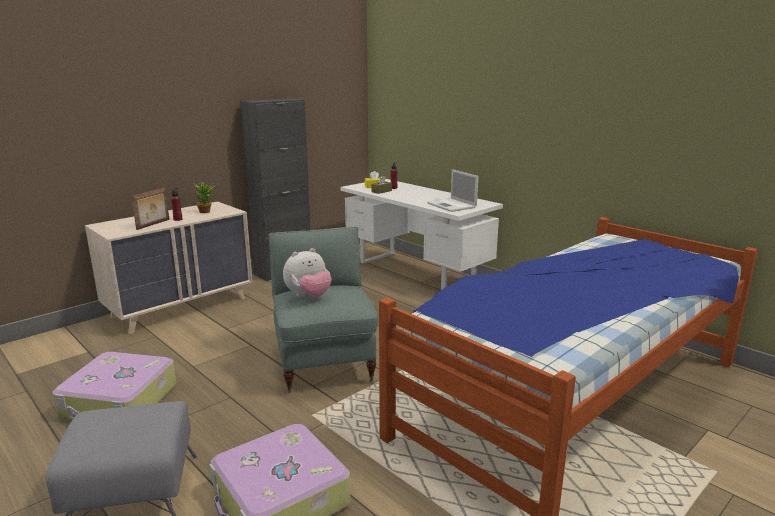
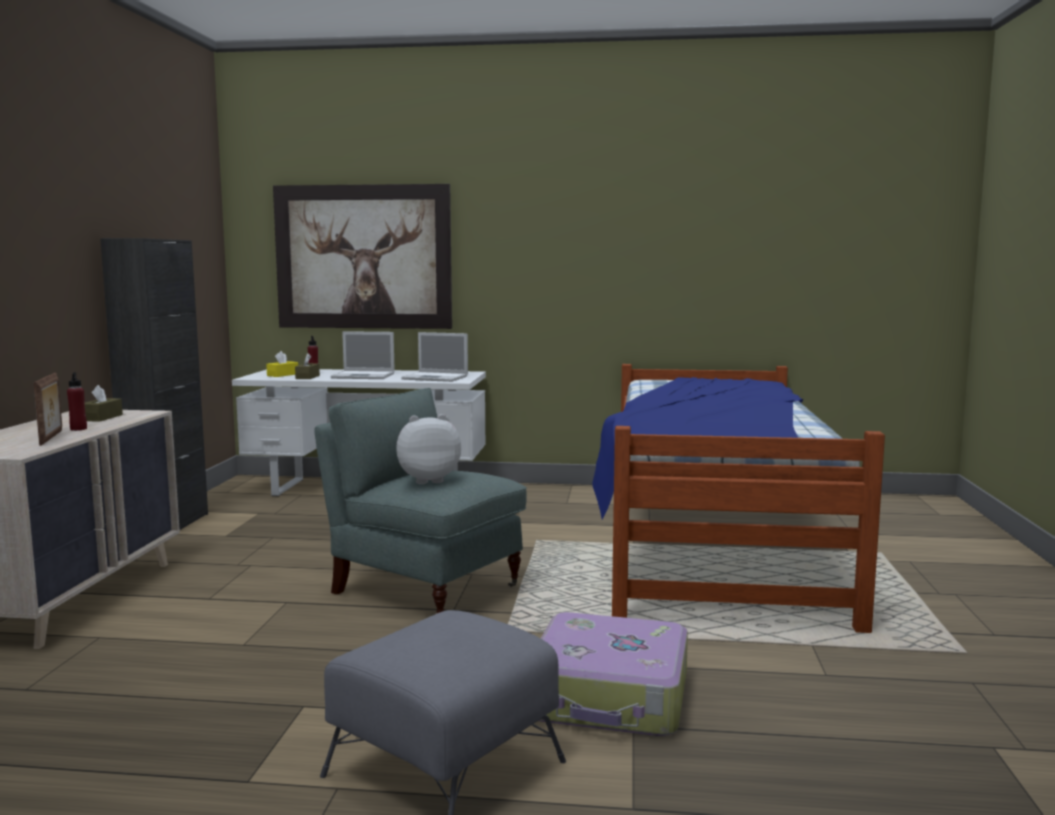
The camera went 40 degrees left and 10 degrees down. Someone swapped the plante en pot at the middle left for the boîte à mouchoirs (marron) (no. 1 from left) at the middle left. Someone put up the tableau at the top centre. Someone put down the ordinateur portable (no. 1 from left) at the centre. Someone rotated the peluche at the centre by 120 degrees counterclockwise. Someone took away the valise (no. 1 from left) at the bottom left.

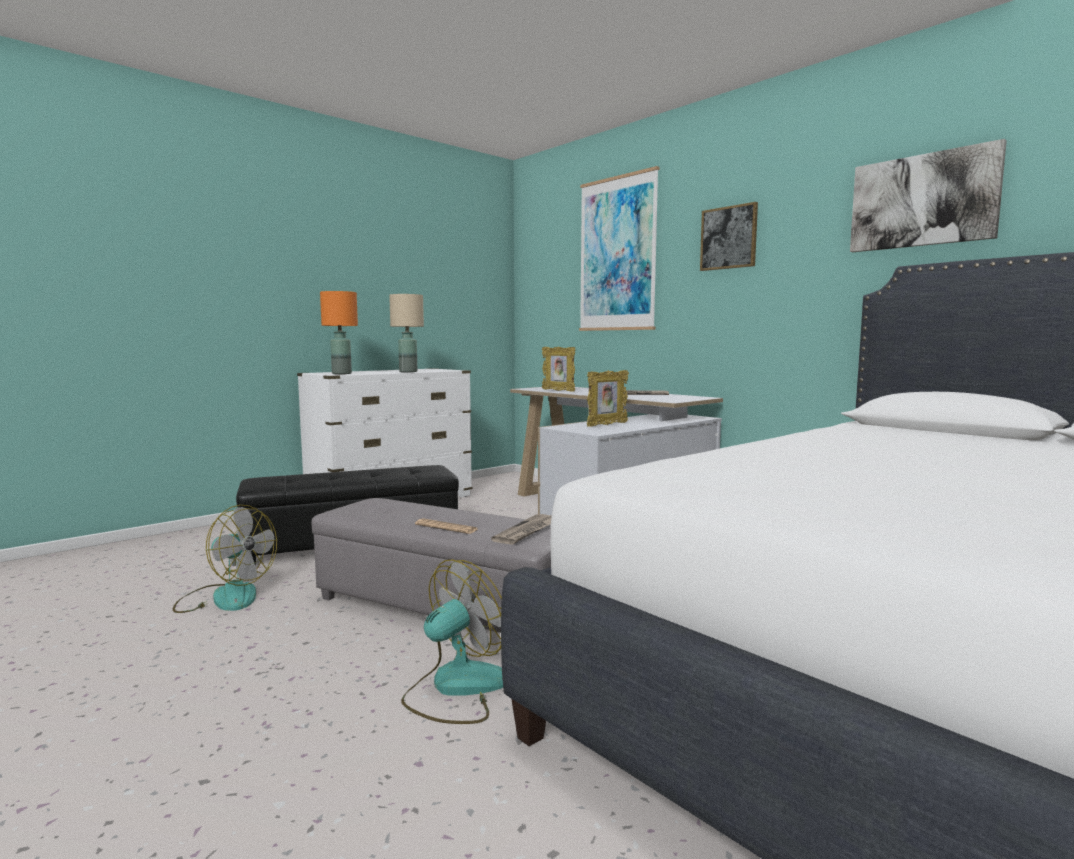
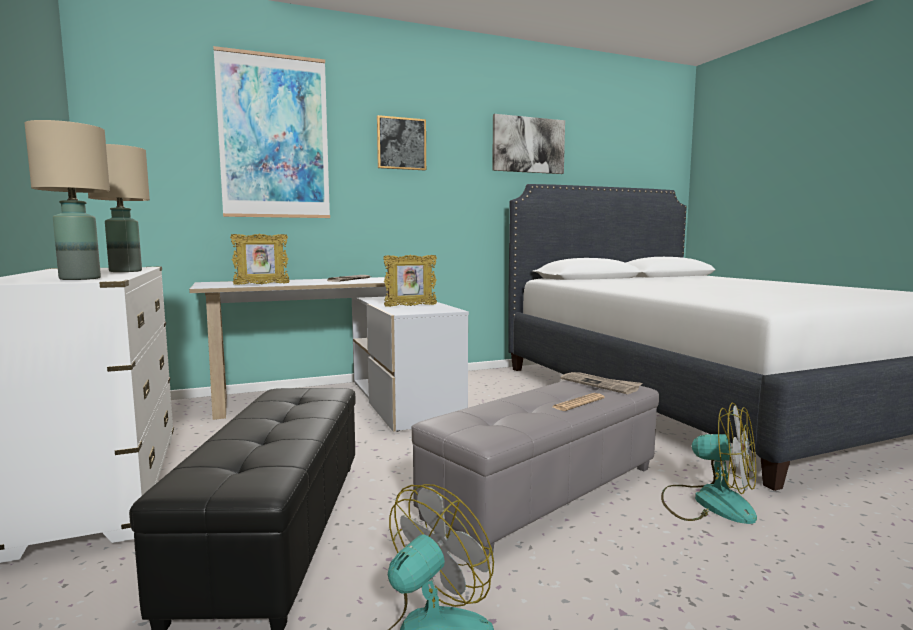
The camera went 70 degrees left and 0 degrees up. Someone repainted the lampe de table (orange) at the middle left, which became the lampe de table (beige) (no. 1 from left) at the top left. Someone rotated the cadre photo (no. 2 from left) at the centre by 90 degrees clockwise. Someone rotated the ventilateur (no. 2 from left) at the bottom centre by 150 degrees clockwise.

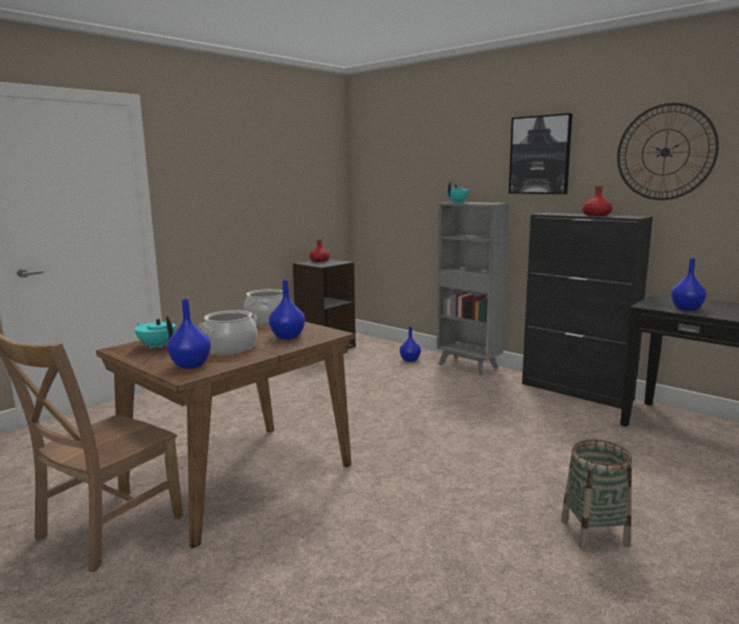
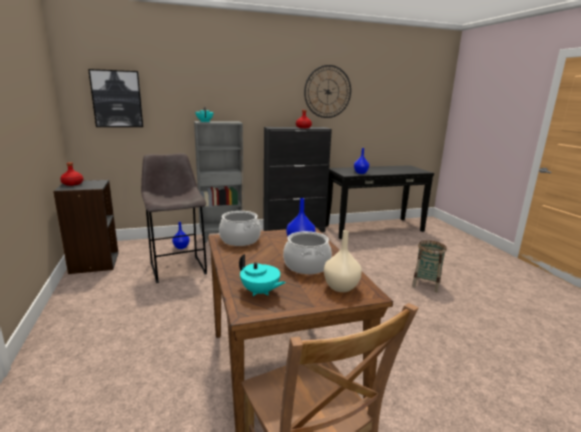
The camera went 60 degrees left and 5 degrees up. Someone carried the tableau from the top right to the top left. Someone put down the tabouret (gris) at the middle left. Someone rotated the théière (turquoise) (no. 1 from left in the first image) at the middle left by 120 degrees counterclockwise. Someone repainted the vase (bleu) (no. 1 from left) at the middle left, which became the vase (beige) at the centre.

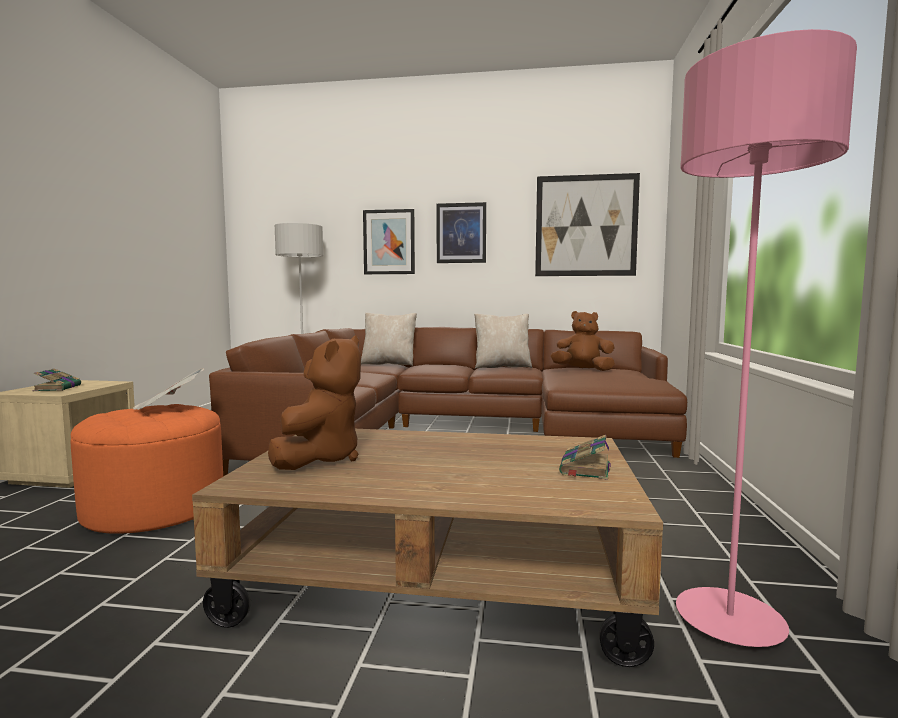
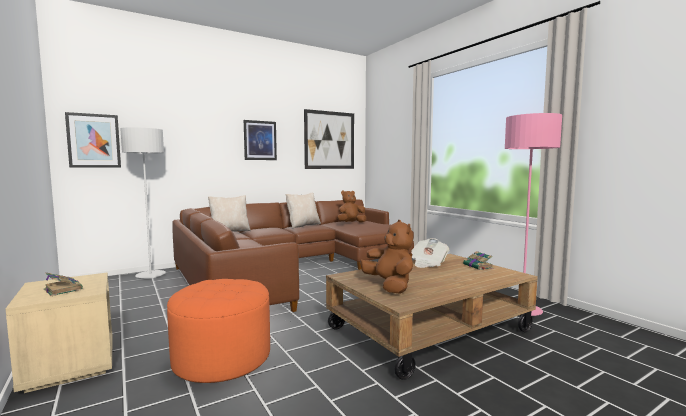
The camera went 40 degrees left and 0 degrees up. Someone carried the tableau (no. 1 from left) from the centre to the middle left. Someone carried the journal from the middle left to the centre.

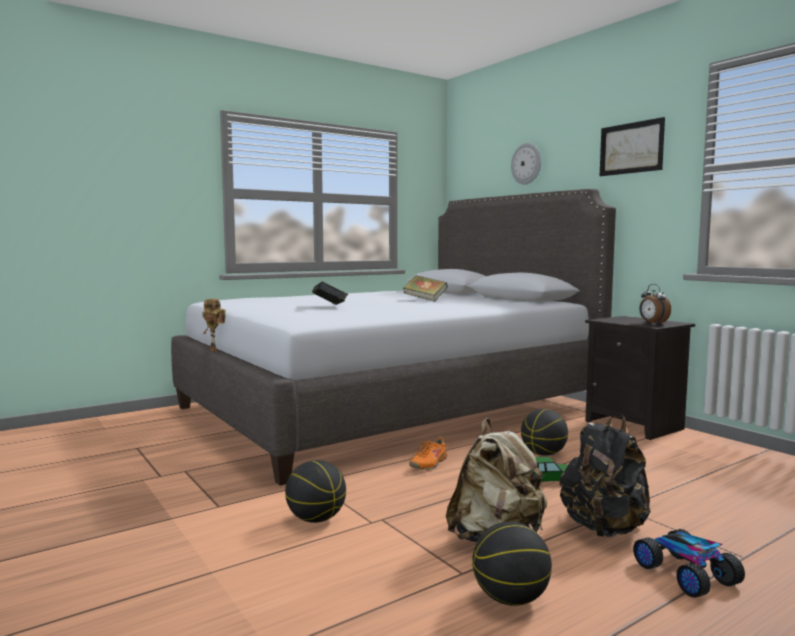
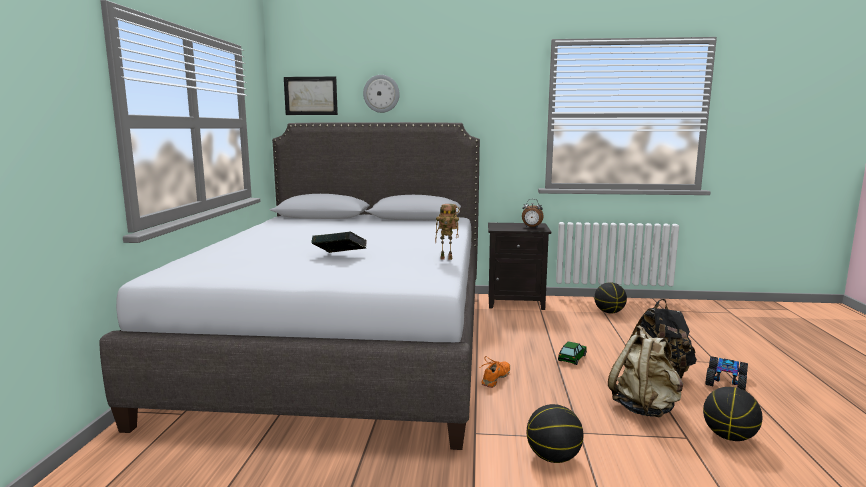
The camera went 50 degrees left and 5 degrees up. Someone carried the tableau from the top right to the top centre. Someone carried the robot jouet from the middle left to the centre. Someone rotated the chaussure (orange) at the bottom centre by 135 degrees counterclockwise. Someone carried the ballon de basket (no. 3 from left in the first image) from the bottom right to the middle right. Someone rotated the petite voiture (no. 2 from left) at the bottom right by 105 degrees clockwise. Someone took away the livre (no. 2 from left) at the centre.

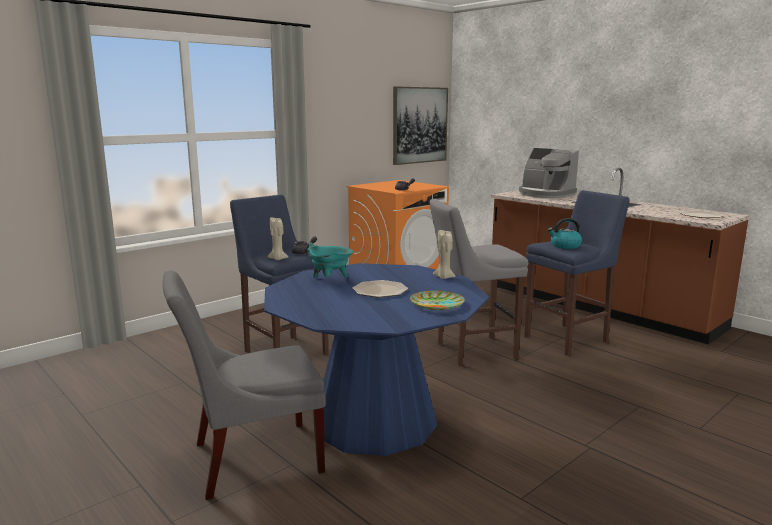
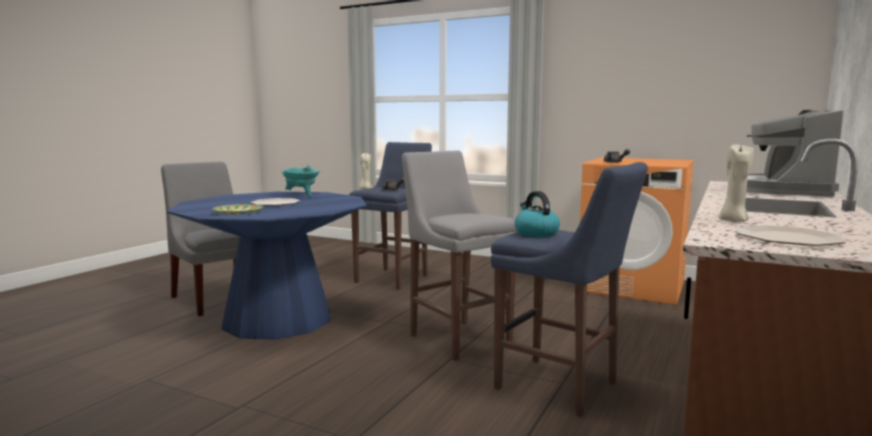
The camera went 70 degrees right and 5 degrees down. Someone carried the bougie (beige) (no. 2 from left) from the centre to the middle right. Someone took away the tableau at the top centre.

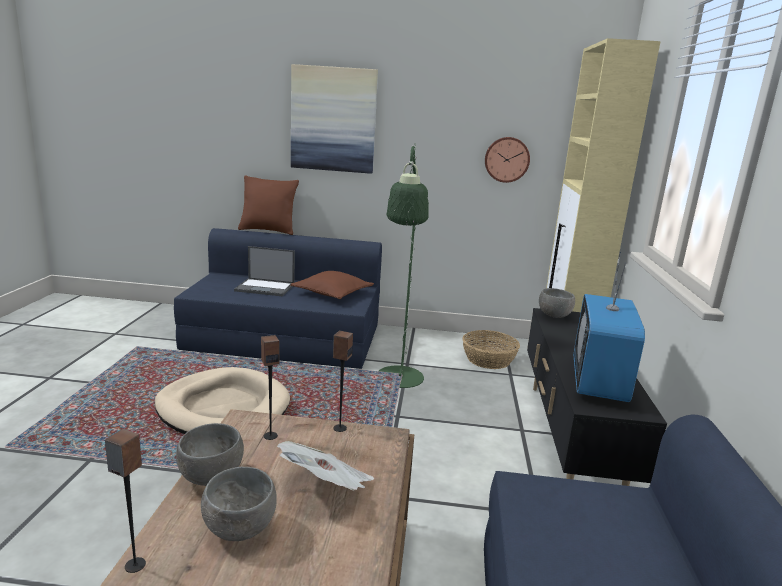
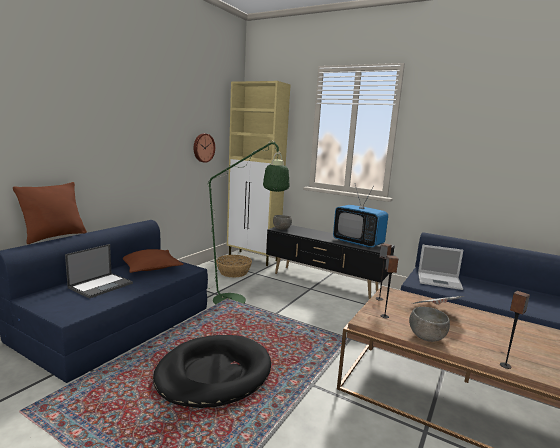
The camera went 65 degrees left and 5 degrees down. Someone repainted the panier pour chien (beige) at the bottom left, which became the panier pour chien (noir) at the bottom centre. Someone put down the ordinateur portable (no. 2 from left) at the middle right. Someone took away the bol (gris) (no. 2 from left) at the bottom left. Someone took away the tableau at the top centre.

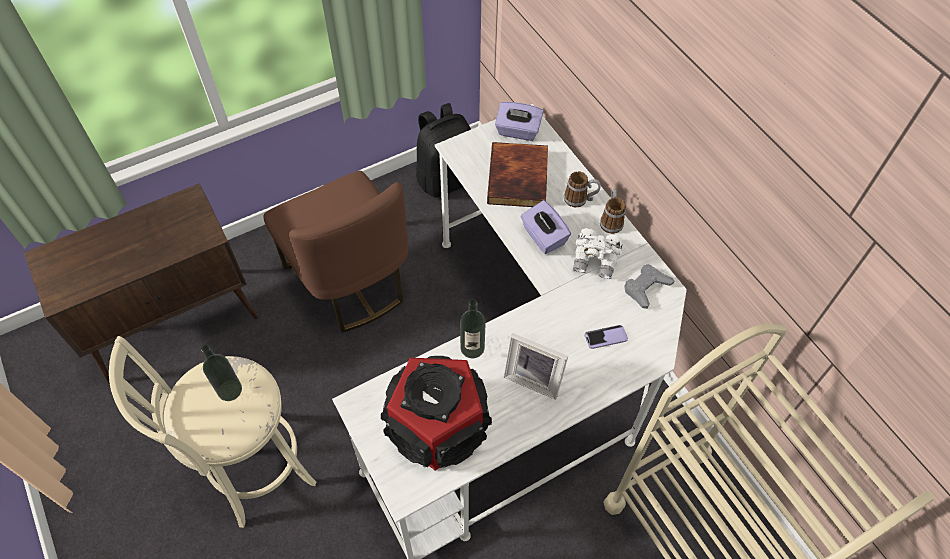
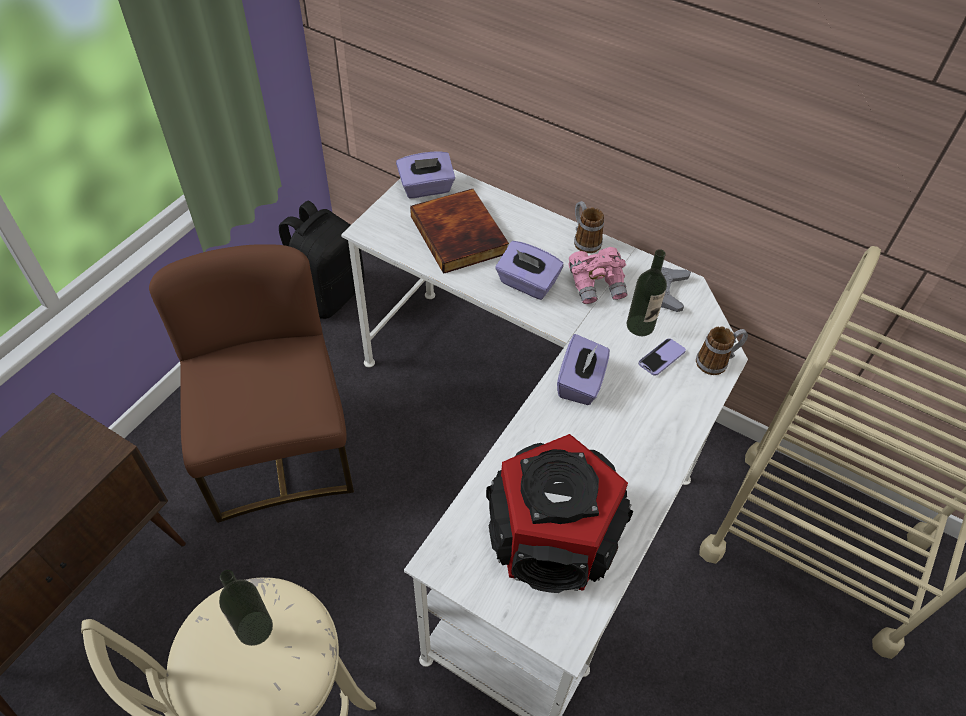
The camera went 30 degrees left and 5 degrees down. Someone rotated the chaise (marron) at the centre by 135 degrees counterclockwise. Someone put down the boîte à mouchoirs (violet) (no. 3 from left) at the centre. Someone repainted the jumelles (blanc) at the centre, which became the jumelles (rose) at the centre. Someone carried the bouteille (no. 2 from left) from the centre to the middle right. Someone carried the mug (no. 1 from left in the first image) from the centre to the middle right. Someone took away the cadre photo at the centre.

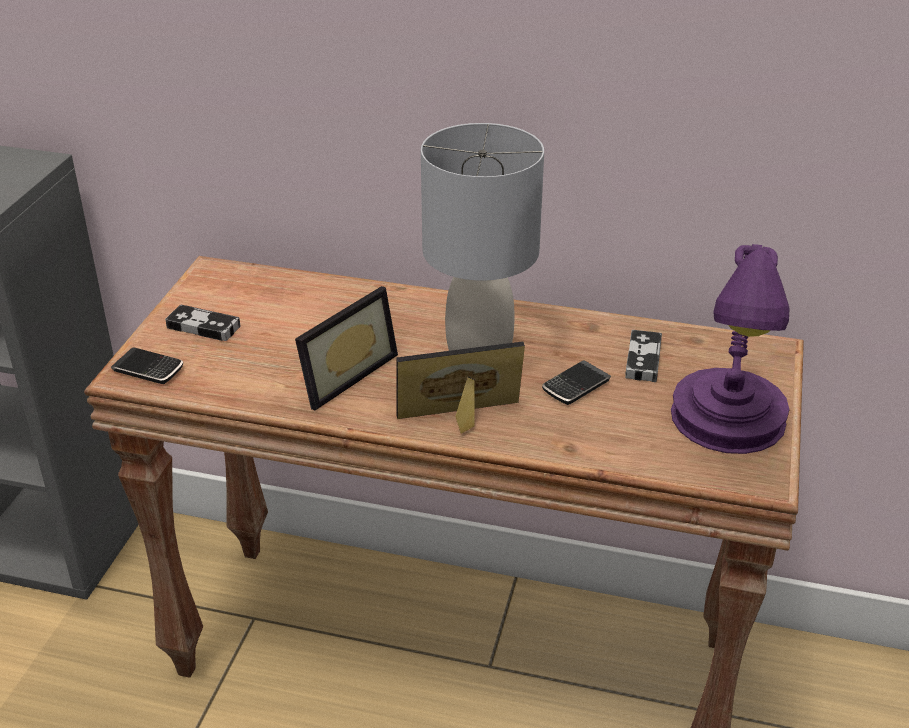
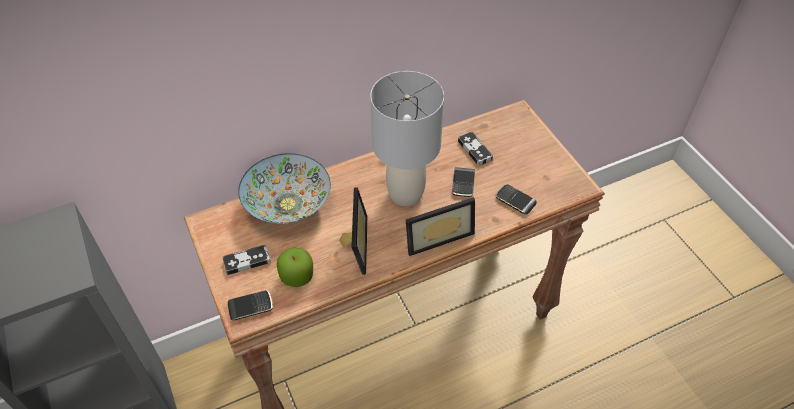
The camera went 40 degrees left and 15 degrees up. Someone put down the bol at the centre. Someone put down the pomme at the centre. Someone rotated the cadre photo (no. 2 from left) at the centre by 150 degrees counterclockwise. Someone put down the téléphone (no. 3 from left) at the centre. Someone took away the lampe de table (violet) at the middle right.

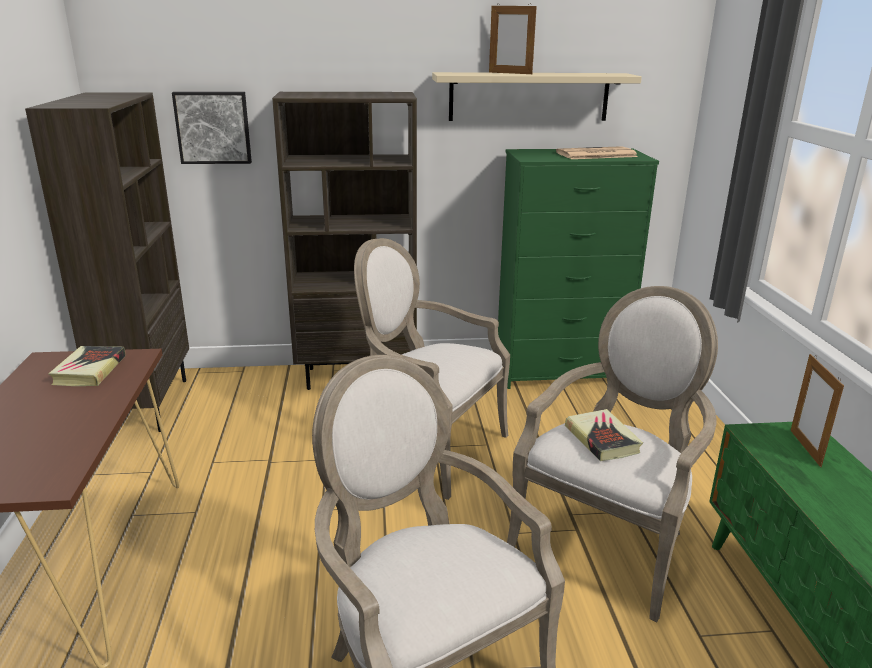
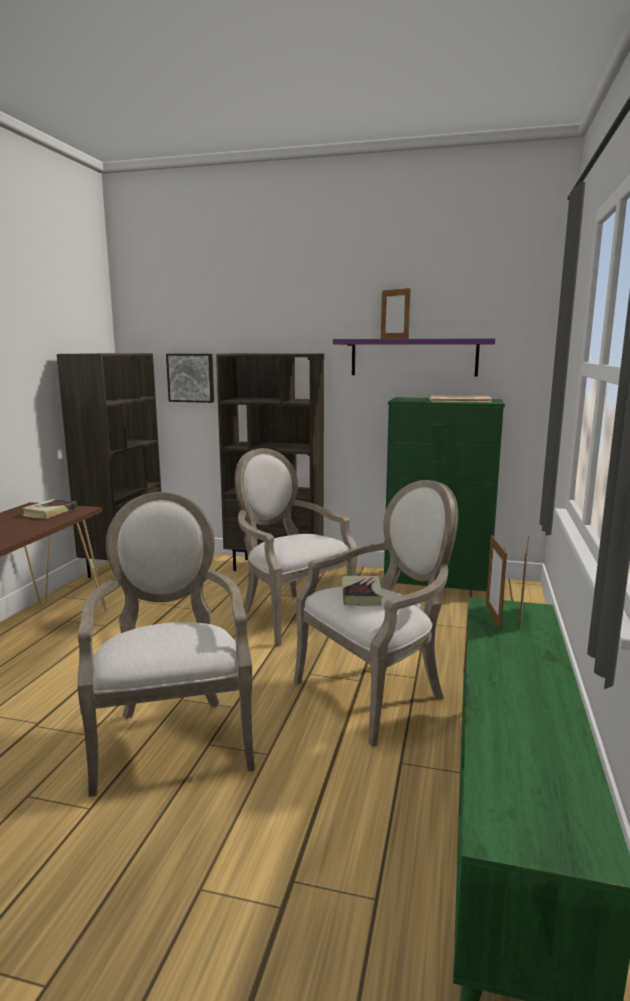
The camera went 20 degrees right and 10 degrees down. Someone repainted the étagère (beige) at the top centre, which became the étagère (violet) at the centre. Someone put down the cadre photo (no. 2 from left) at the middle right.

